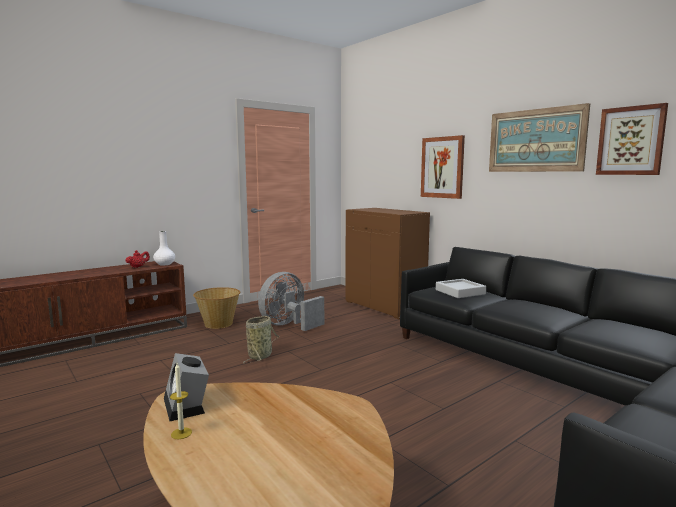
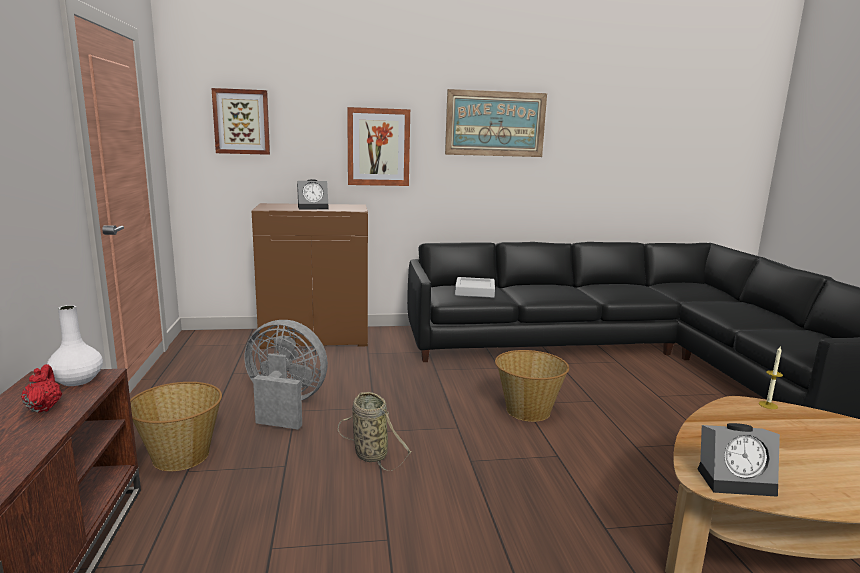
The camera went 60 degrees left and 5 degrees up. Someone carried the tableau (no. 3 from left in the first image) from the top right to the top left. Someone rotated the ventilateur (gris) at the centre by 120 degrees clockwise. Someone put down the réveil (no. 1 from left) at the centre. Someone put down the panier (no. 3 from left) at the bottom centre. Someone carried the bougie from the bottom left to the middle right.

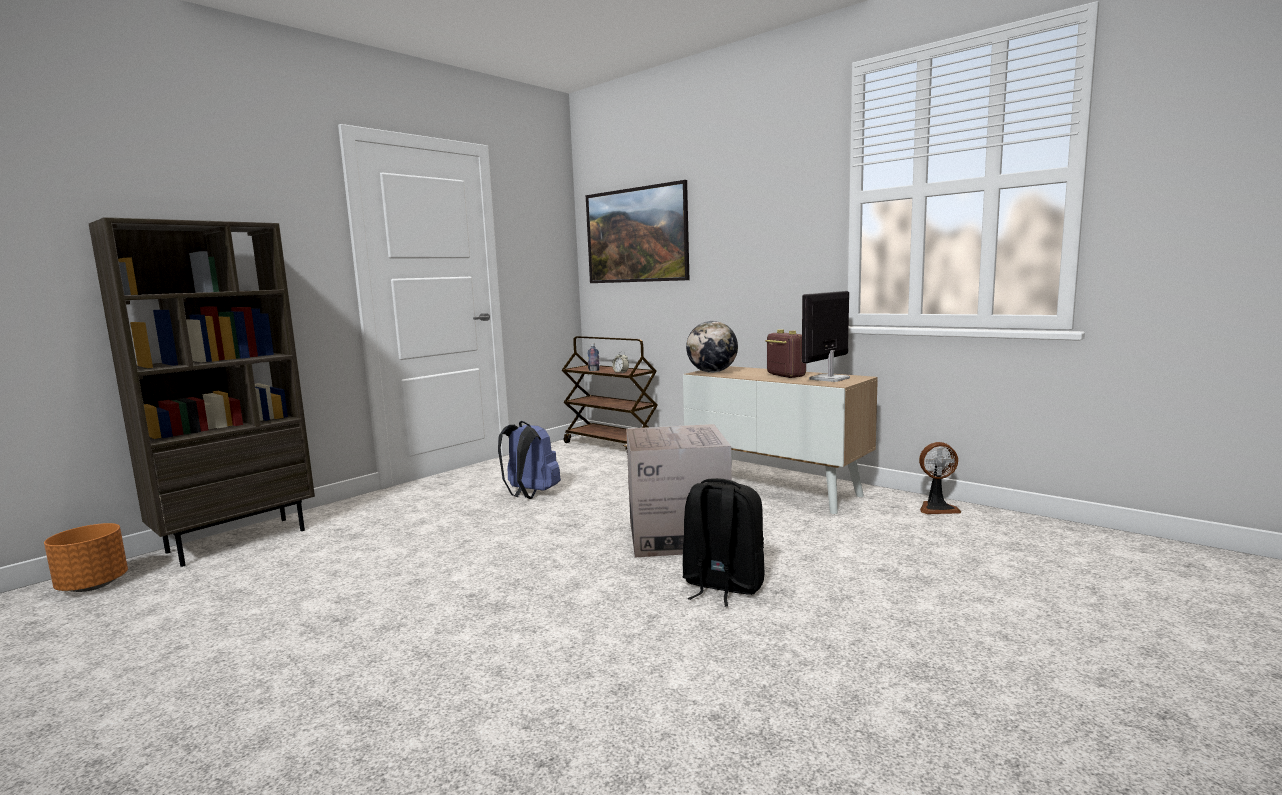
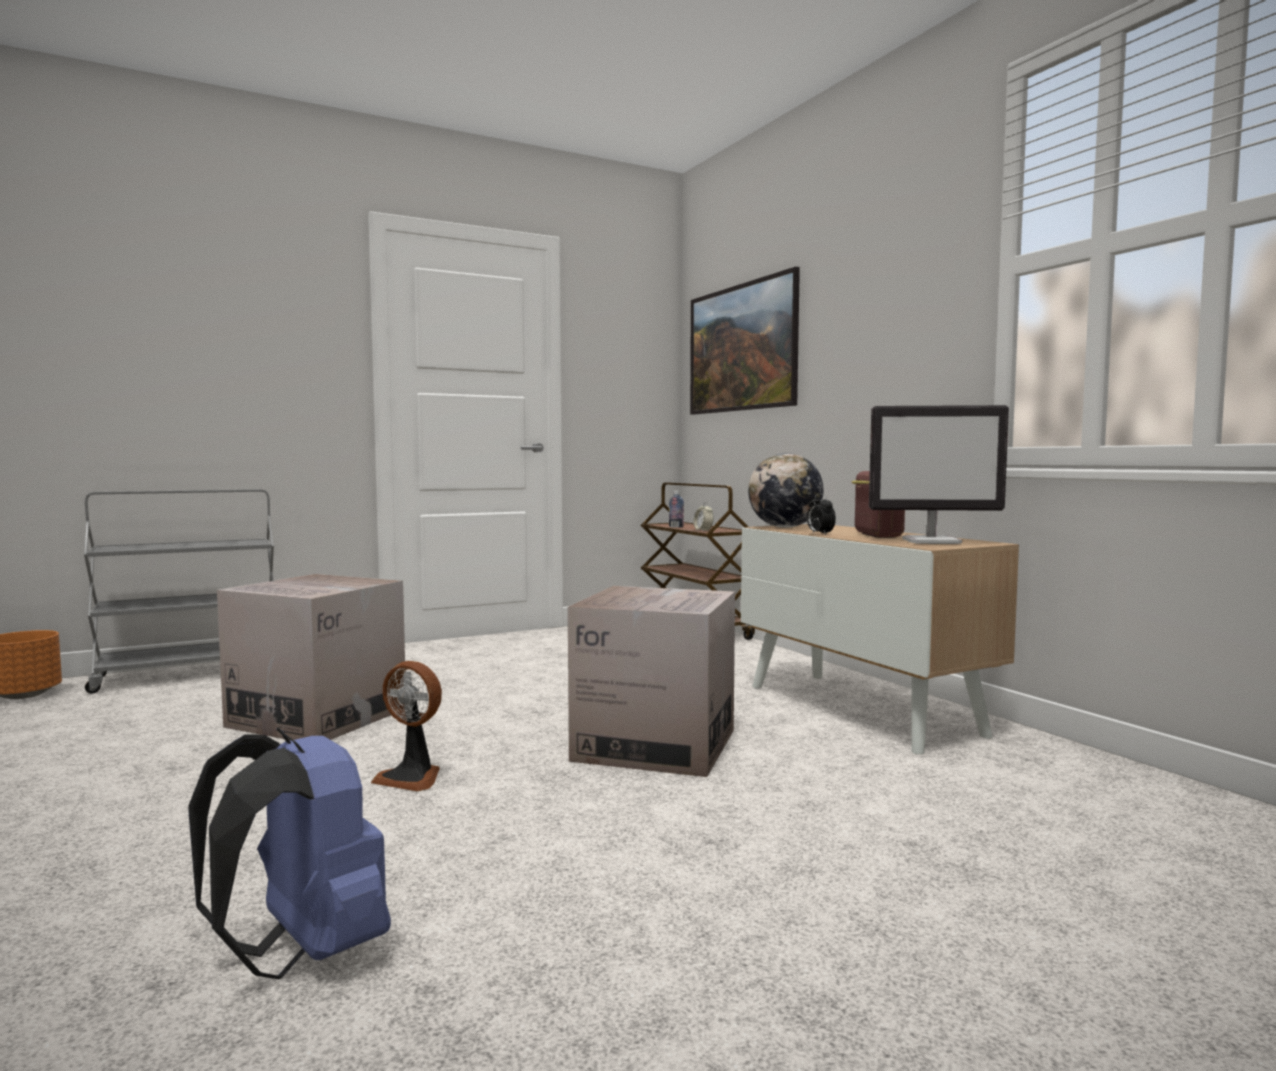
The camera went 20 degrees right and 5 degrees down. Someone swapped the bibliothèque (marron) at the middle left for the chariot (gris) at the middle left. Someone carried the sac à dos (bleu) from the centre to the bottom left. Someone put down the carton (no. 1 from left) at the middle left. Someone carried the ventilateur from the middle right to the bottom left. Someone put down the réveil (no. 2 from left) at the centre. Someone rotated the écran d'ordinateur at the centre by 150 degrees counterclockwise. Someone took away the sac à dos (noir) at the bottom centre.

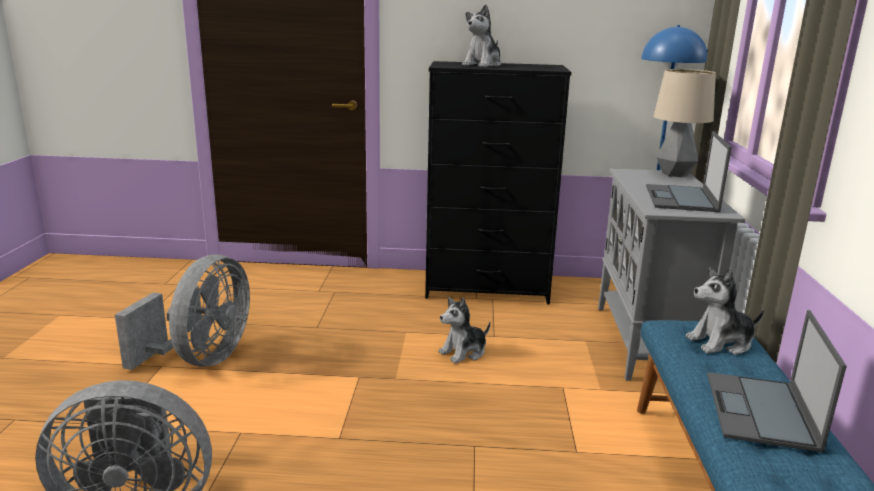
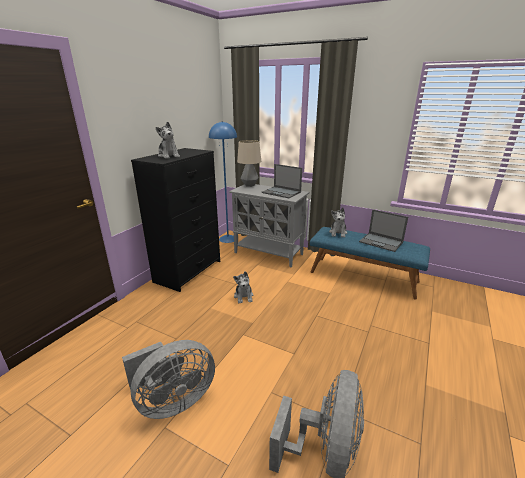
The camera went 65 degrees left and 5 degrees up. Someone rotated the ventilateur (gris) (no. 2 from left in the first image) at the middle left by 105 degrees clockwise.

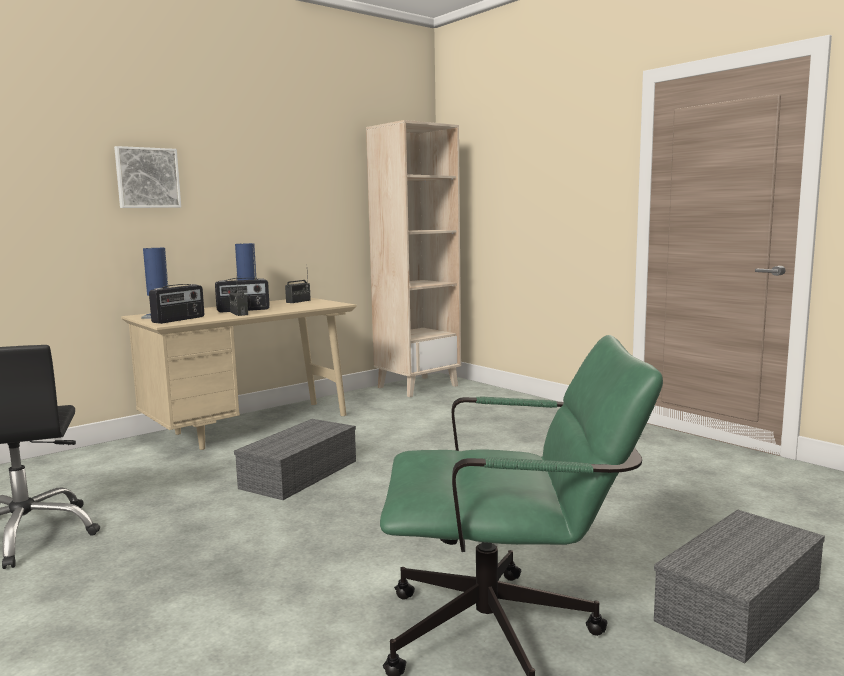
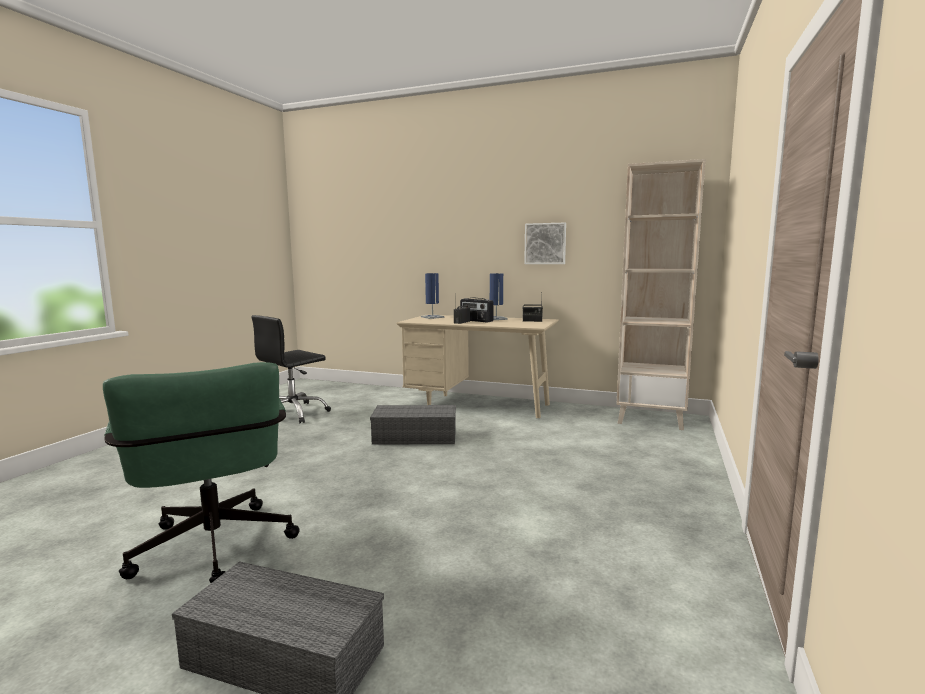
The camera went 60 degrees right and 0 degrees up. Someone carried the tableau from the top left to the centre. Someone took away the radio (no. 1 from left) at the middle left.

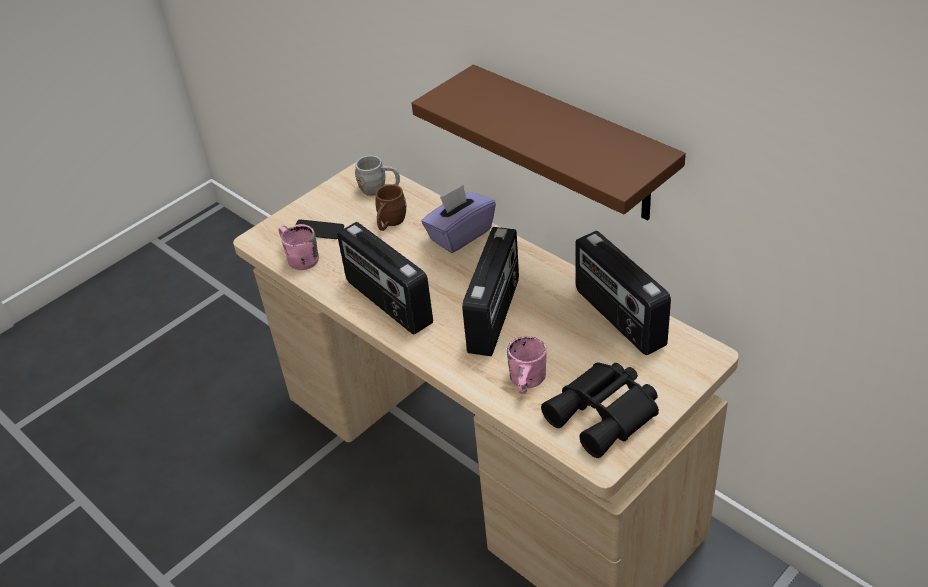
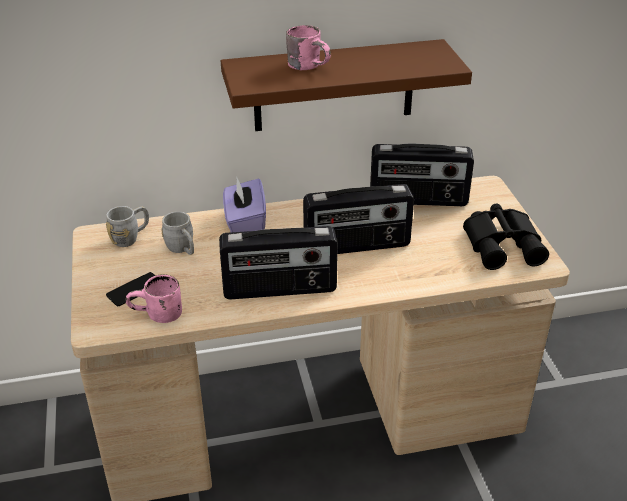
The camera went 60 degrees left and 5 degrees down. Someone repainted the mug (marron) at the centre, which became the mug (gris) (no. 2 from left) at the middle left. Someone carried the mug (rose) (no. 2 from left) from the centre to the top centre. Someone rotated the radio (no. 2 from left) at the centre by 120 degrees clockwise.

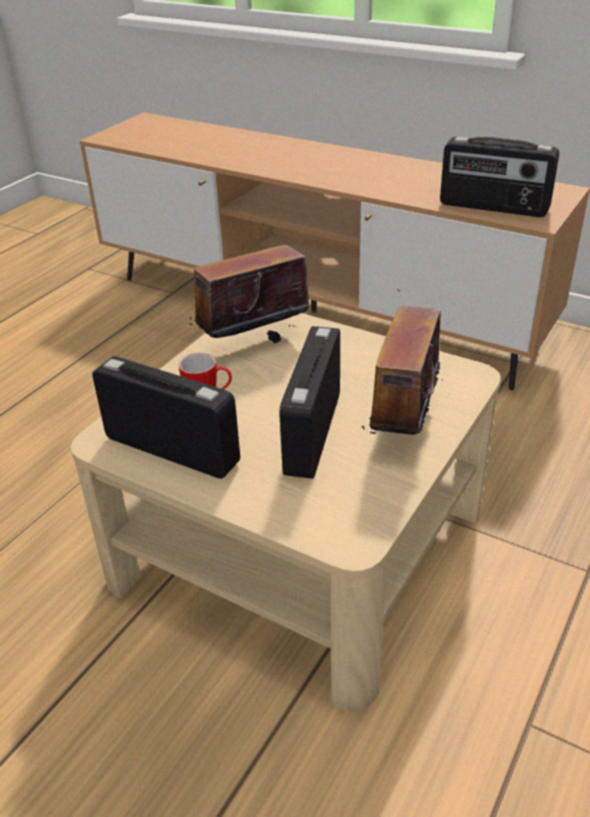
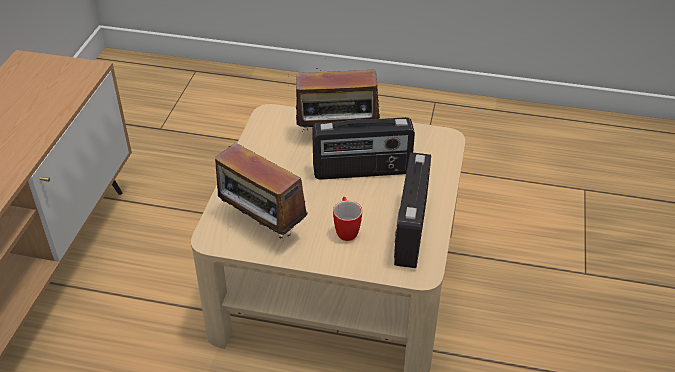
The camera went 110 degrees left and 5 degrees up. Someone took away the radio (no. 5 from left) at the top right.

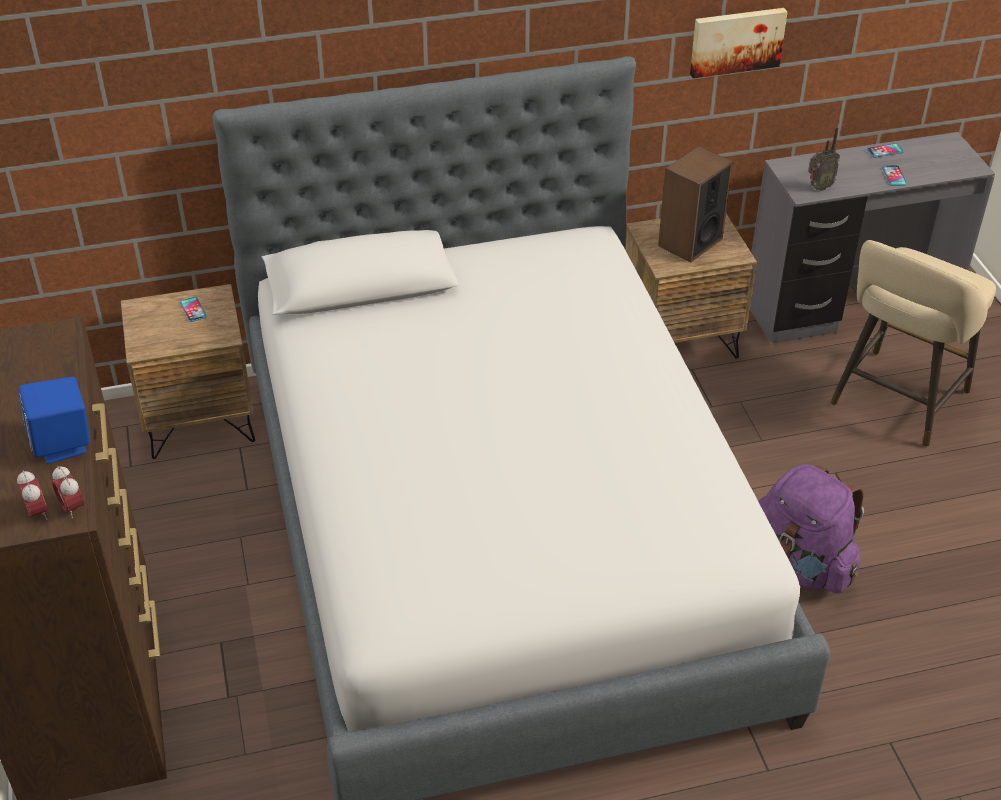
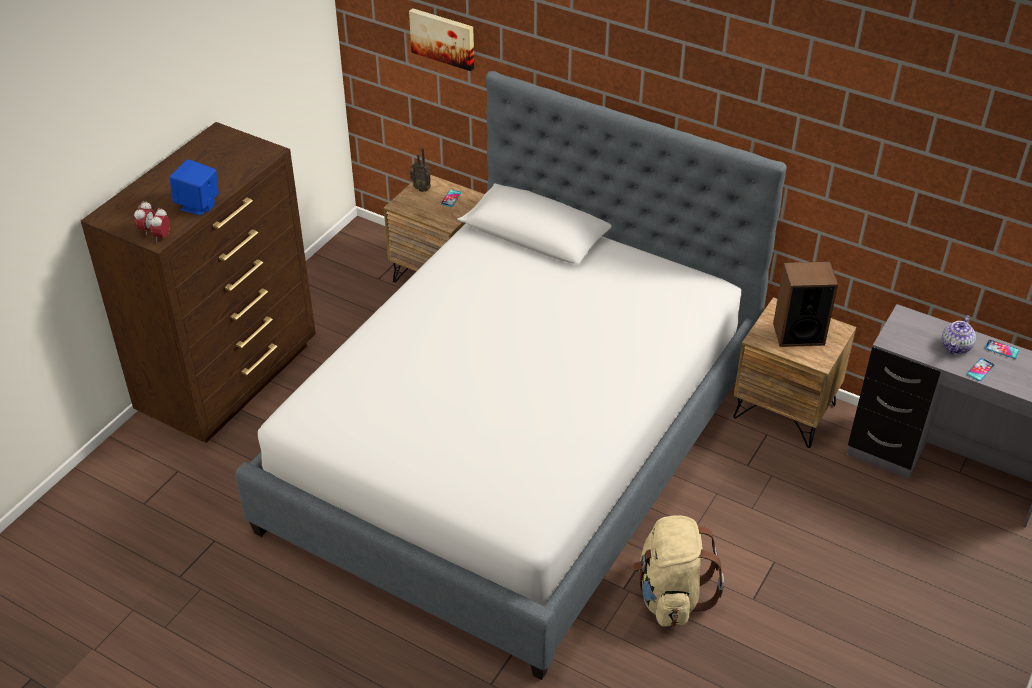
The camera went 45 degrees right and 0 degrees up. Someone carried the tableau from the top right to the top centre. Someone carried the radio from the top right to the top centre. Someone repainted the sac à dos (violet) at the middle right, which became the sac à dos (beige) at the bottom centre. Someone put down the théière at the middle right. Someone took away the tabouret (beige) at the middle right.

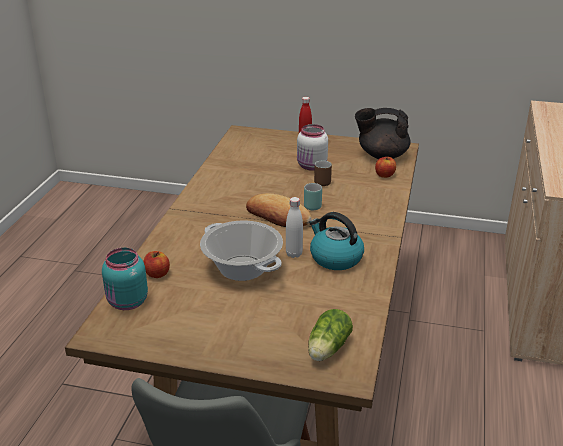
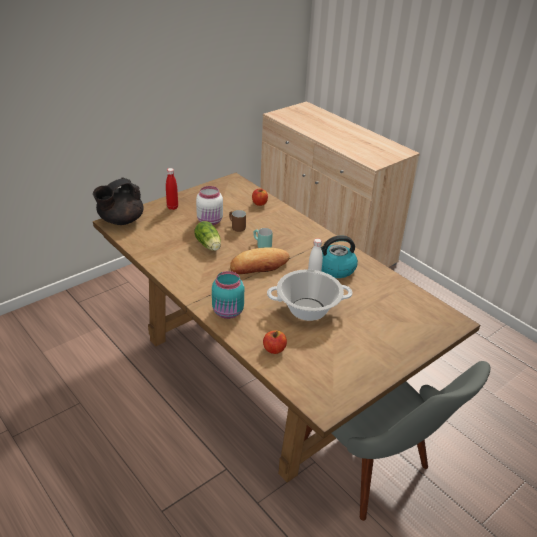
The camera went 55 degrees left and 5 degrees up. Someone carried the théière (noir) from the top right to the middle left. Someone carried the laitue from the bottom centre to the centre. Someone carried the bocal (turquoise) from the middle left to the centre.

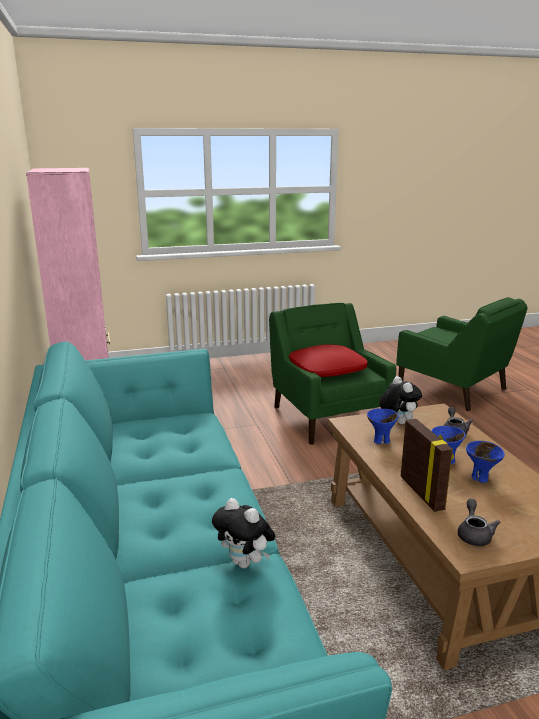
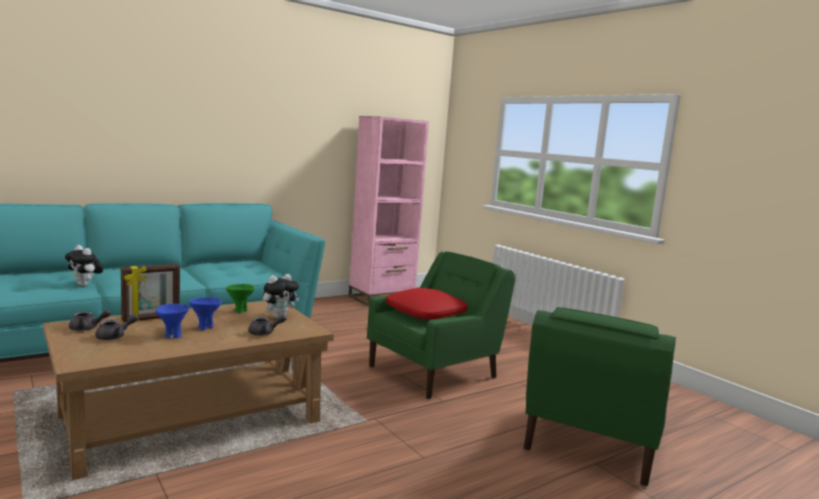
The camera went 70 degrees right and 10 degrees down. Someone rotated the peluche (no. 1 from left) at the bottom centre by 75 degrees counterclockwise. Someone put down the théière (gris) (no. 2 from left) at the middle left. Someone repainted the bol (bleu) (no. 1 from left) at the middle right, which became the bol (vert) at the middle left.

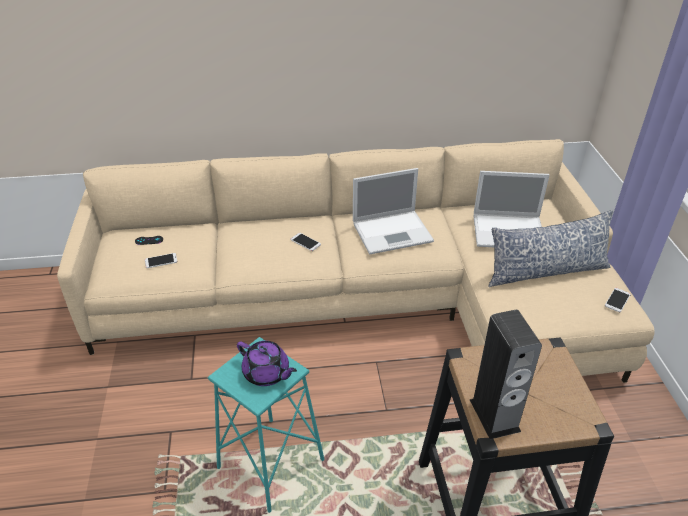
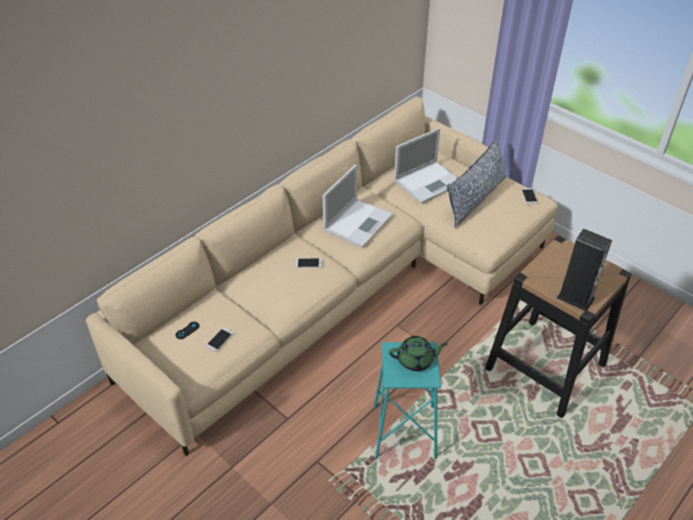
The camera went 40 degrees left and 5 degrees up. Someone repainted the théière (violet) at the bottom centre, which became the théière (vert) at the bottom centre.

